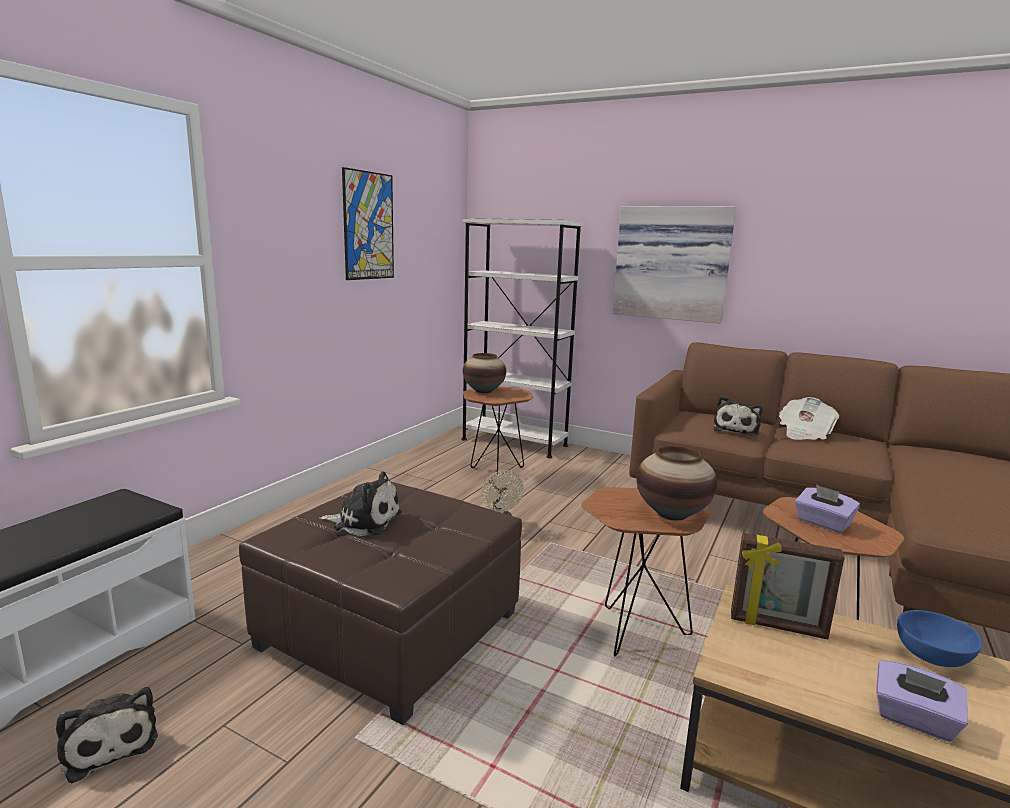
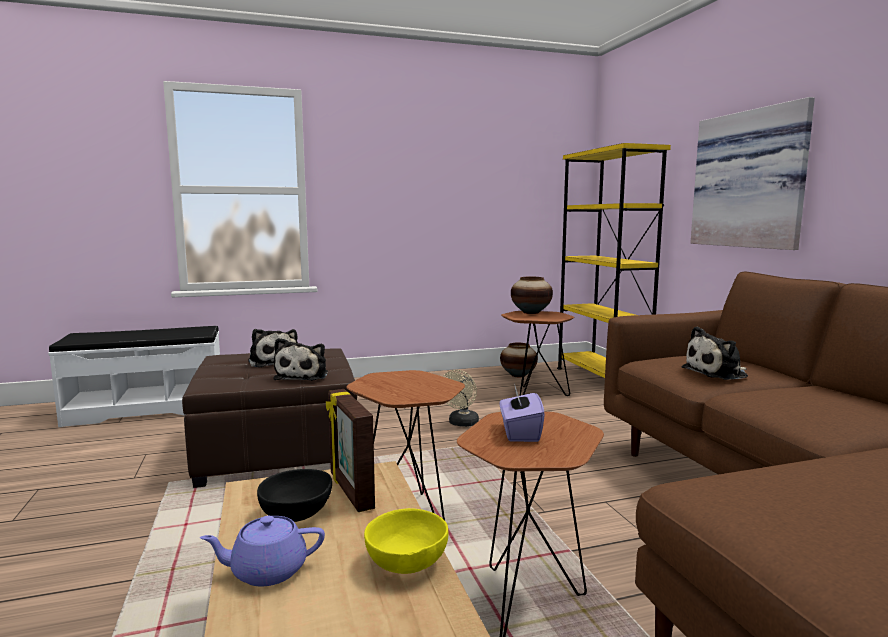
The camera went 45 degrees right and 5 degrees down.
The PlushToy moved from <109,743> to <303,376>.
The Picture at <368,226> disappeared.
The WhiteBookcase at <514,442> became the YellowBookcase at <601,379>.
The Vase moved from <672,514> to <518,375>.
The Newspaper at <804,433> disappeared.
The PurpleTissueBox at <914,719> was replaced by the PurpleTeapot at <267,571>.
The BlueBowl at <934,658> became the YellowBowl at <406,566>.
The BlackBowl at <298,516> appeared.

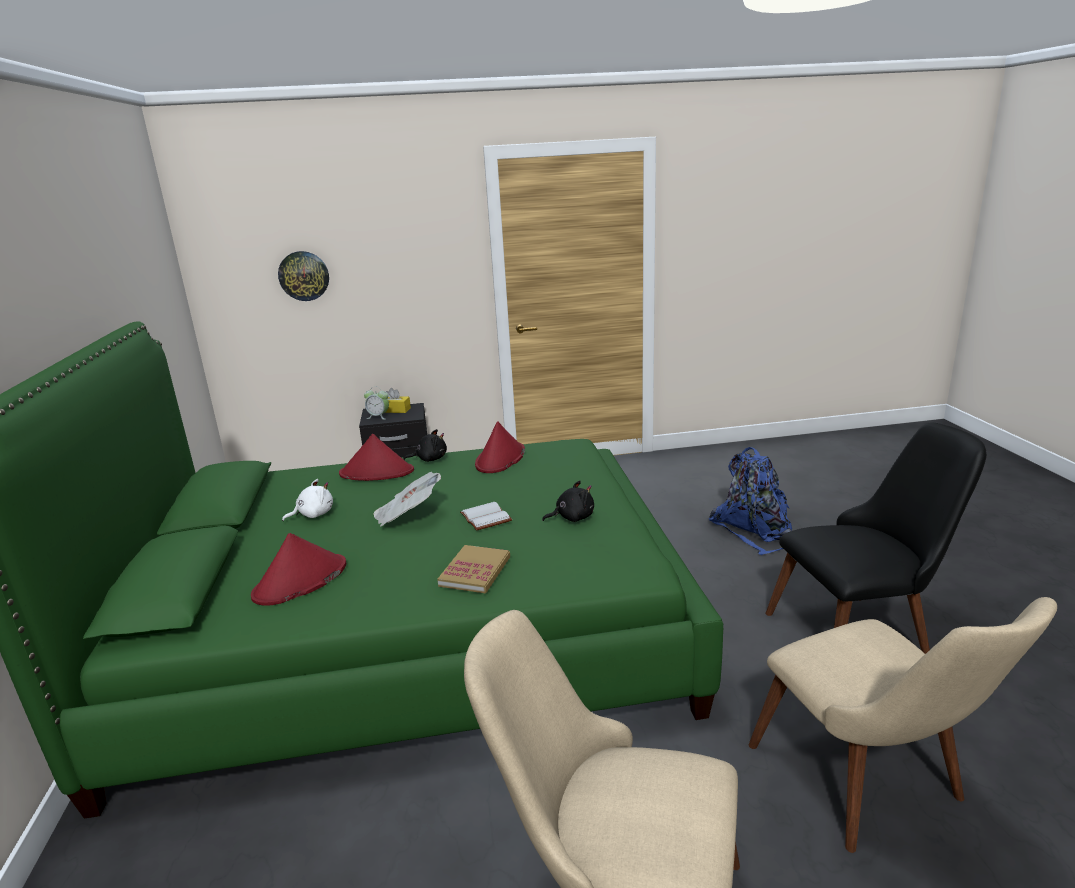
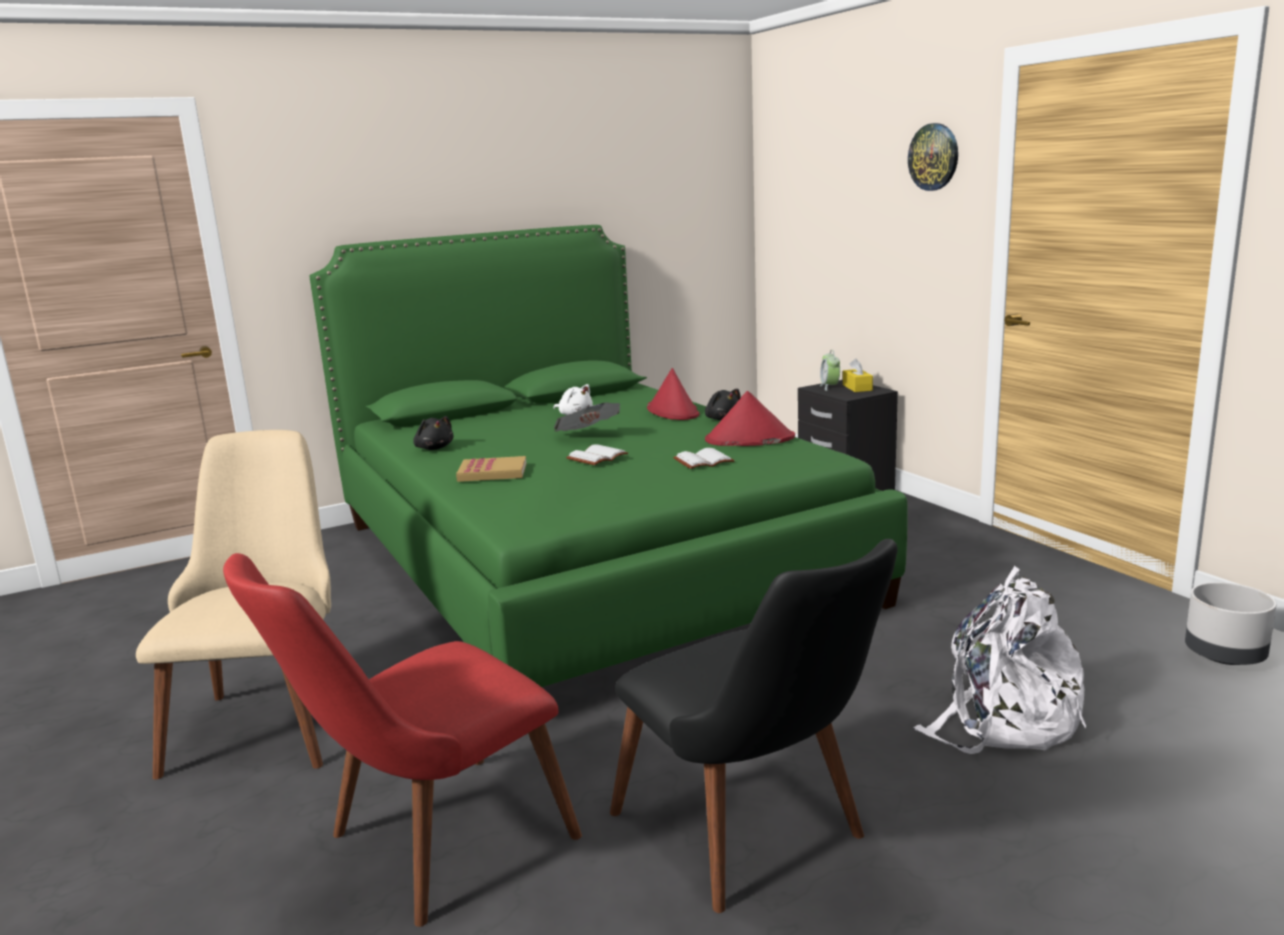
The camera went 70 degrees right and 5 degrees down.
The RedHat at <300,581> disappeared.
The WallClock moved from <304,276> to <934,157>.
The BlackPlushToy moved from <572,517> to <434,448>.
The BlueBackpack at <754,529> became the WhiteBackpack at <1003,719>.
The BeigeChair at <872,788> became the RedChair at <426,849>.
The WhiteBook at <703,461> appeared.
The GreyPlanter at <1225,657> appeared.

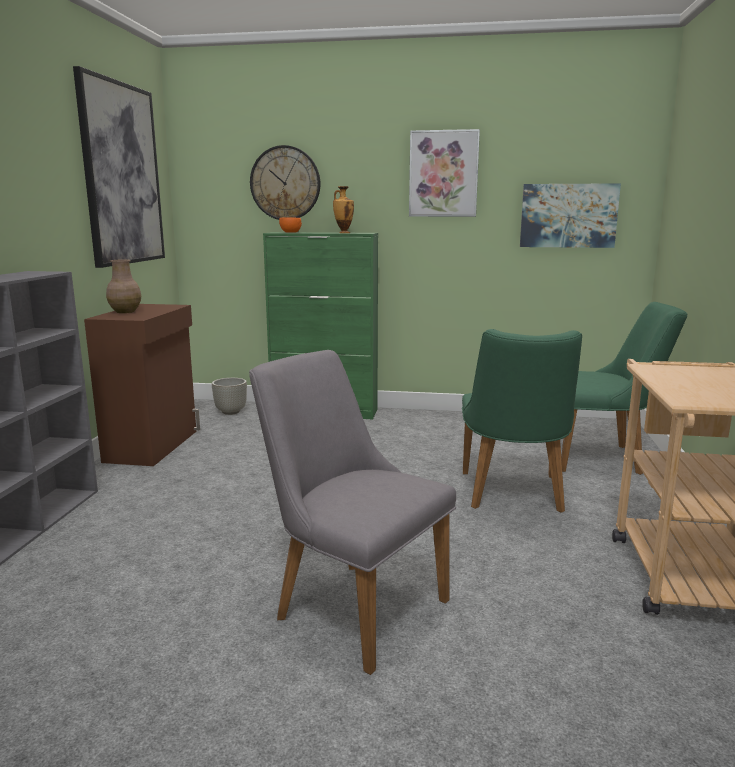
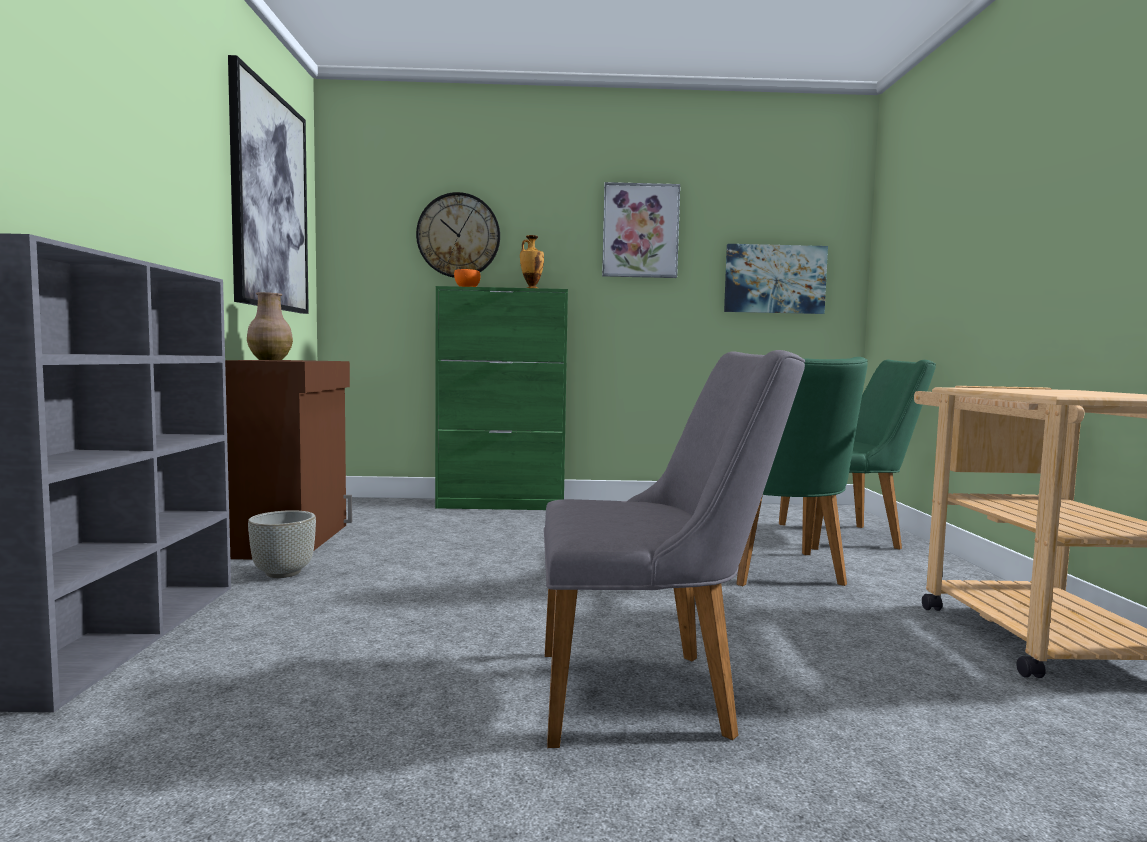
The camera went 10 degrees left and 10 degrees down.
The GreyPlanter moved from <231,412> to <284,573>.
The GreyChair at <349,604> turned 150 degrees clockwise.

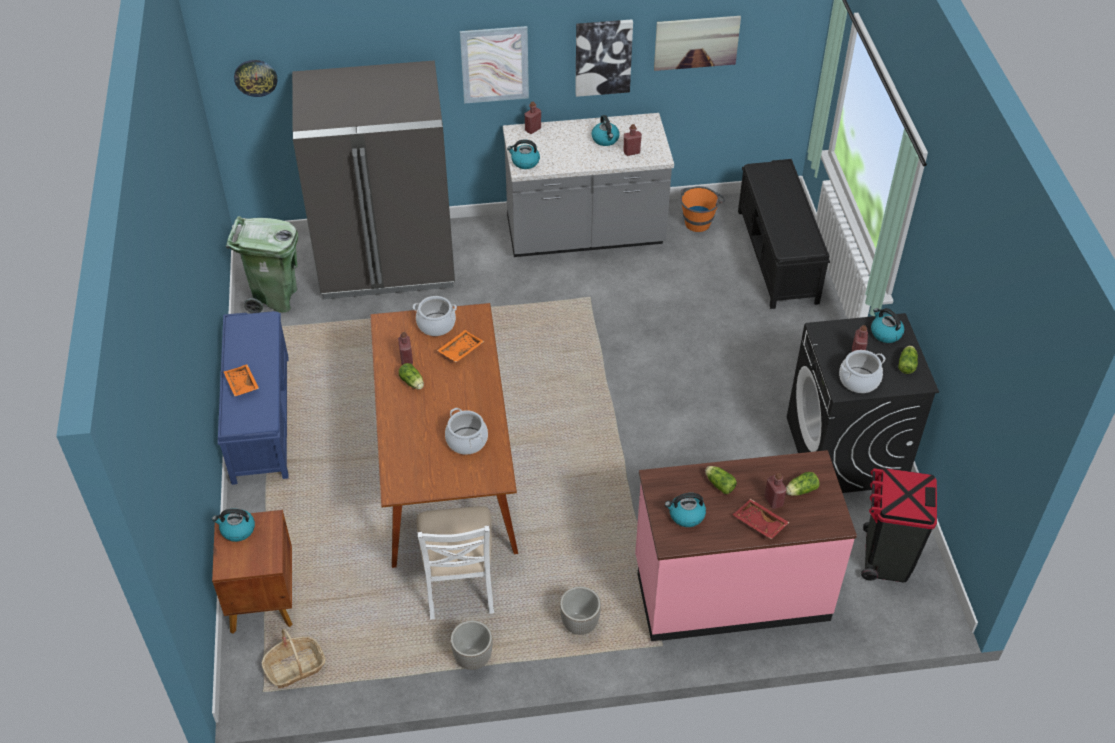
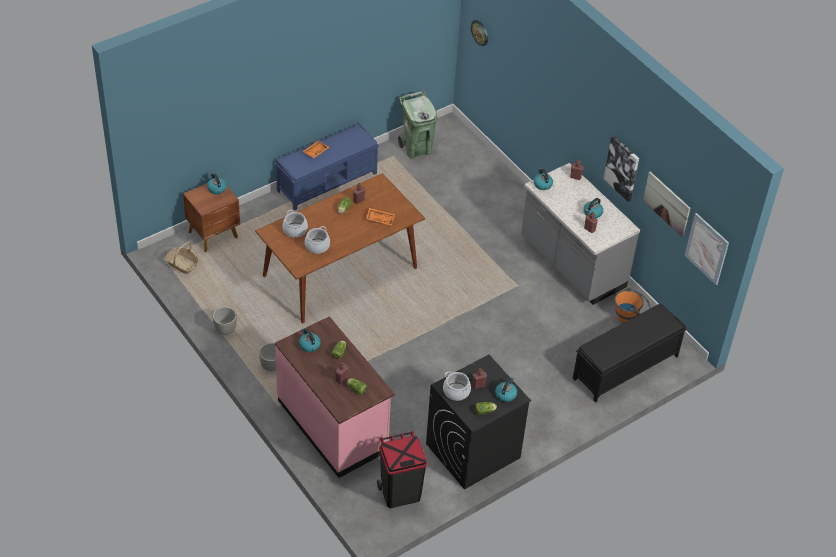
The camera went 60 degrees right and 0 degrees up.
The GreyFridge at <387,262> disappeared.
The CookingPot moved from <436,325> to <295,230>.
The WhiteChair at <459,583> disappeared.
The Picture moved from <495,64> to <706,248>.
The RedTray at <759,523> disappeared.

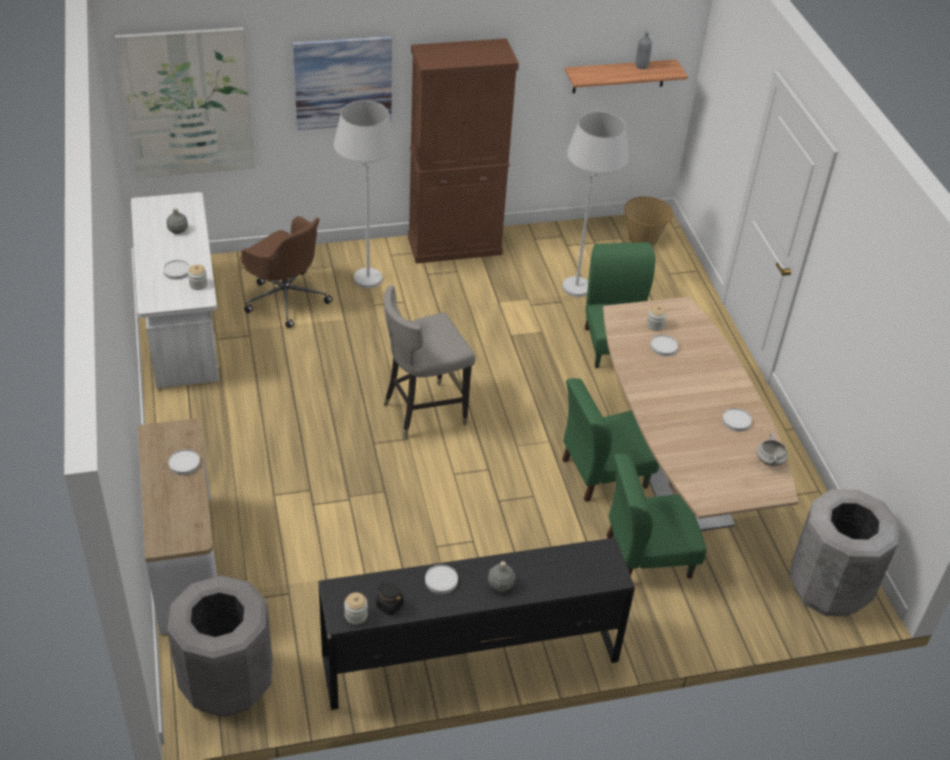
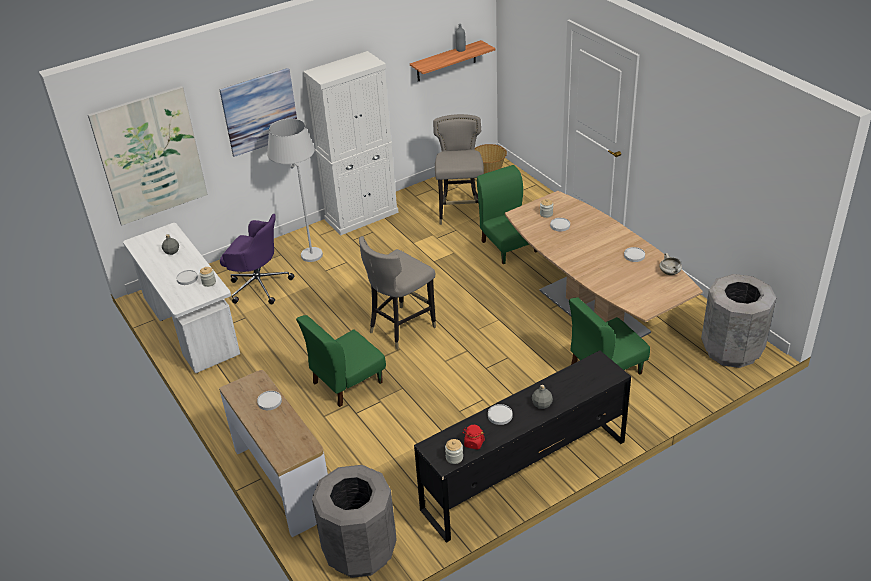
The camera went 15 degrees left and 5 degrees down.
The BrownOfficeChair at <285,298> became the PurpleOfficeChair at <258,285>.
The BlackJar at <389,605> became the RedJar at <473,443>.
The BrownCabinet at <455,245> became the WhiteCabinet at <362,216>.
The GreenChair moved from <603,473> to <346,382>.
The WhiteFloorLamp at <580,278> was replaced by the GreyStool at <461,211>.

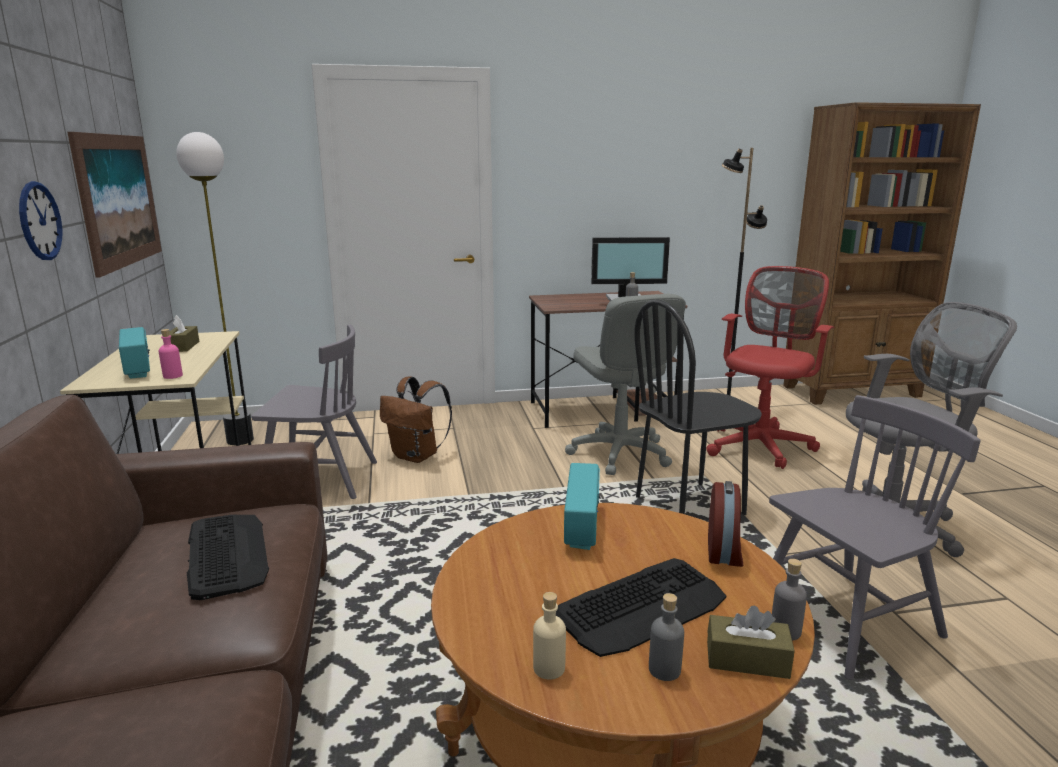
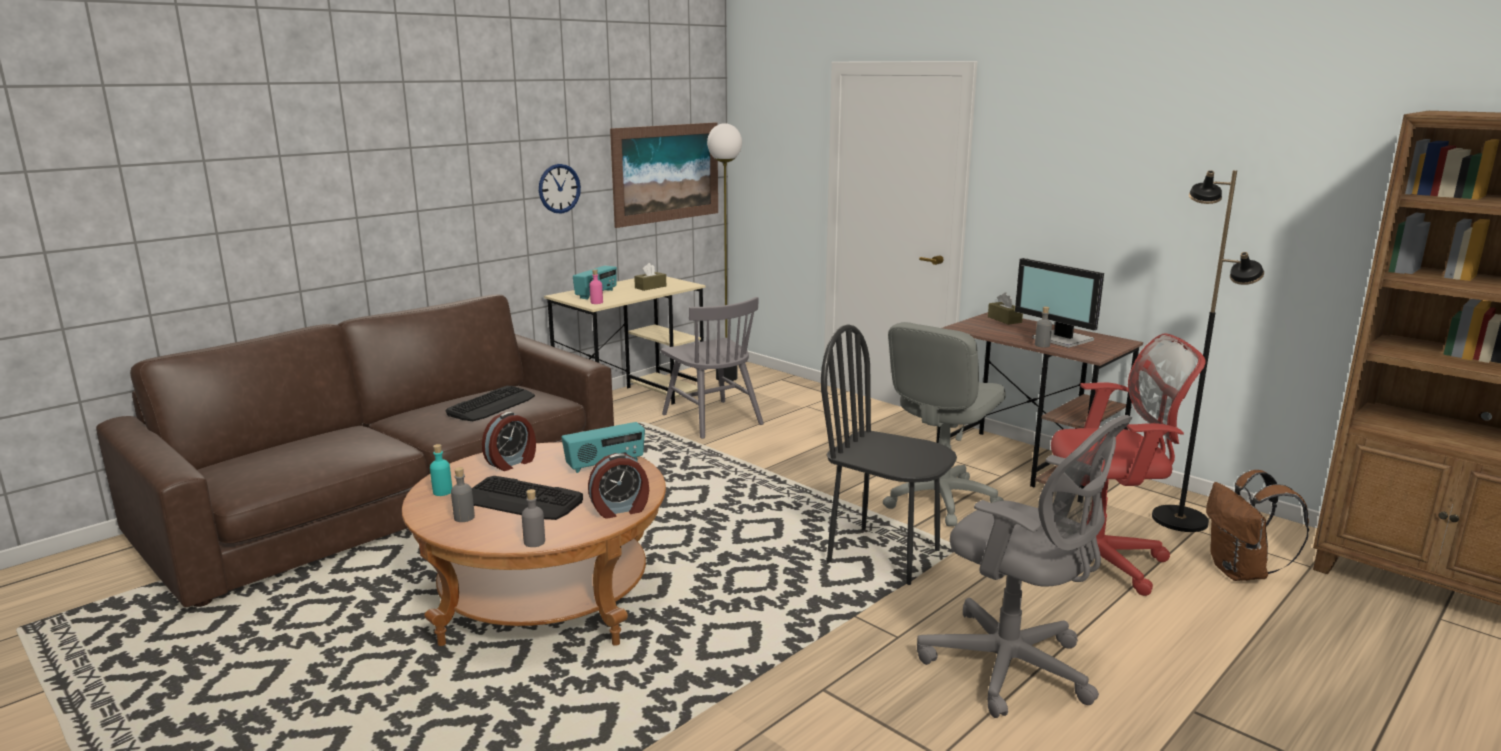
The camera went 55 degrees right and 0 degrees up.
The BrownBackpack moved from <417,456> to <1241,573>.
The BeigeBottle at <549,668> became the TurquoiseBottle at <442,492>.
The BrownTissueBox moved from <747,659> to <1004,319>.
The GreyChair at <846,621> disappeared.
The AlarmClock at <512,463> appeared.

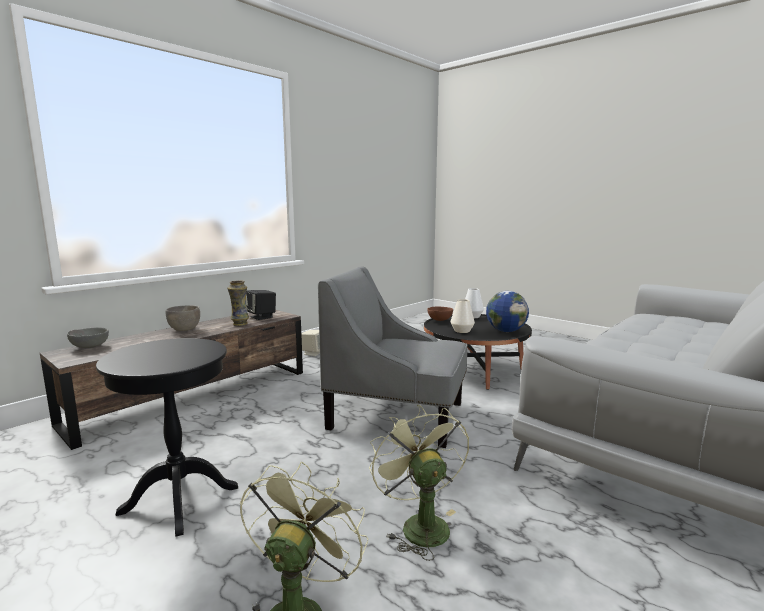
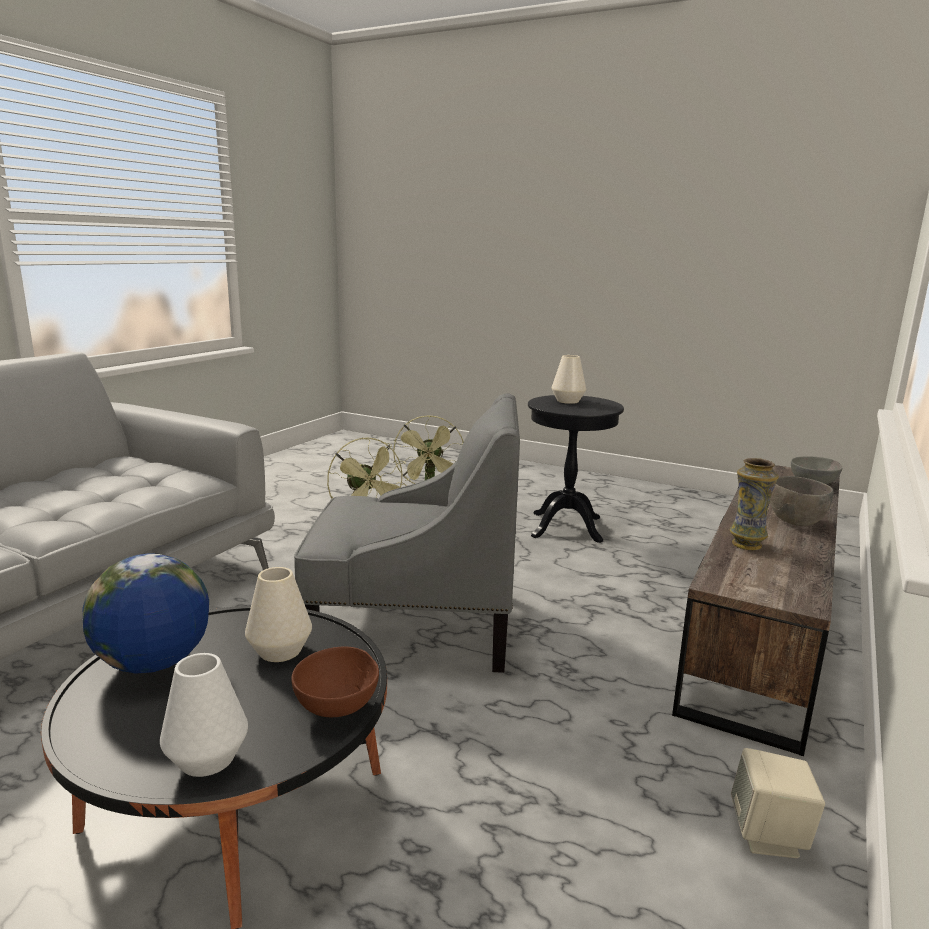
The camera went 165 degrees right and 5 degrees up.
The BlackSpeaker at <262,317> disappeared.
The WhiteVase at <568,401> appeared.

